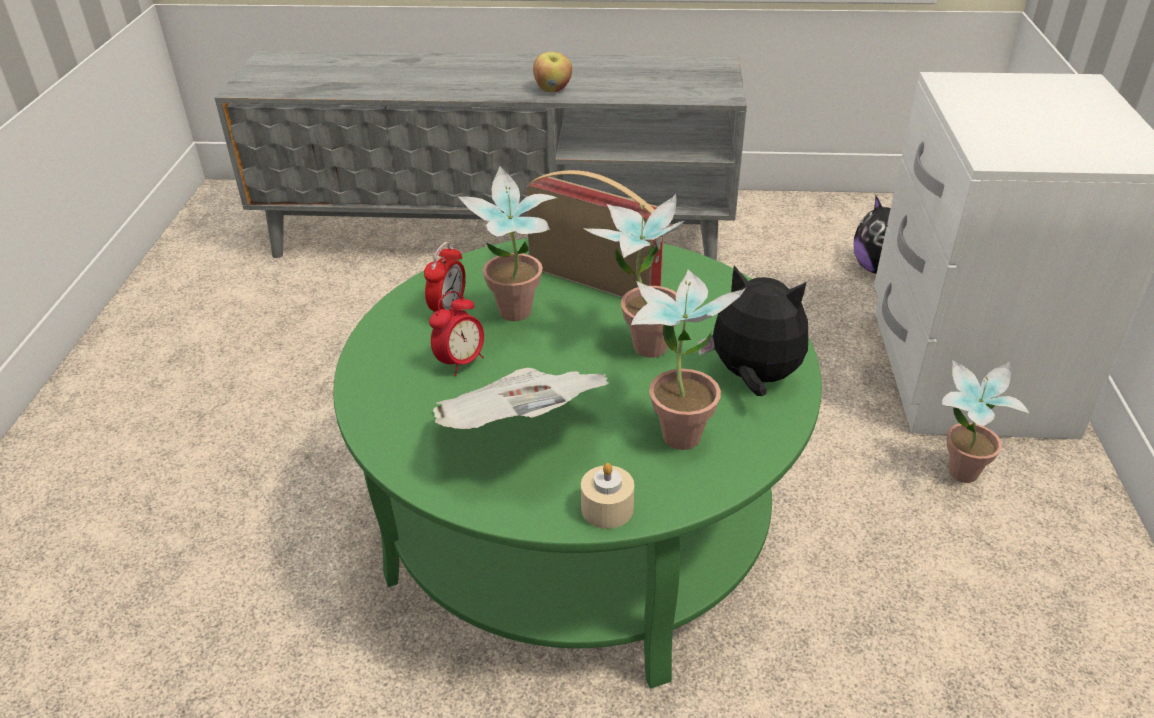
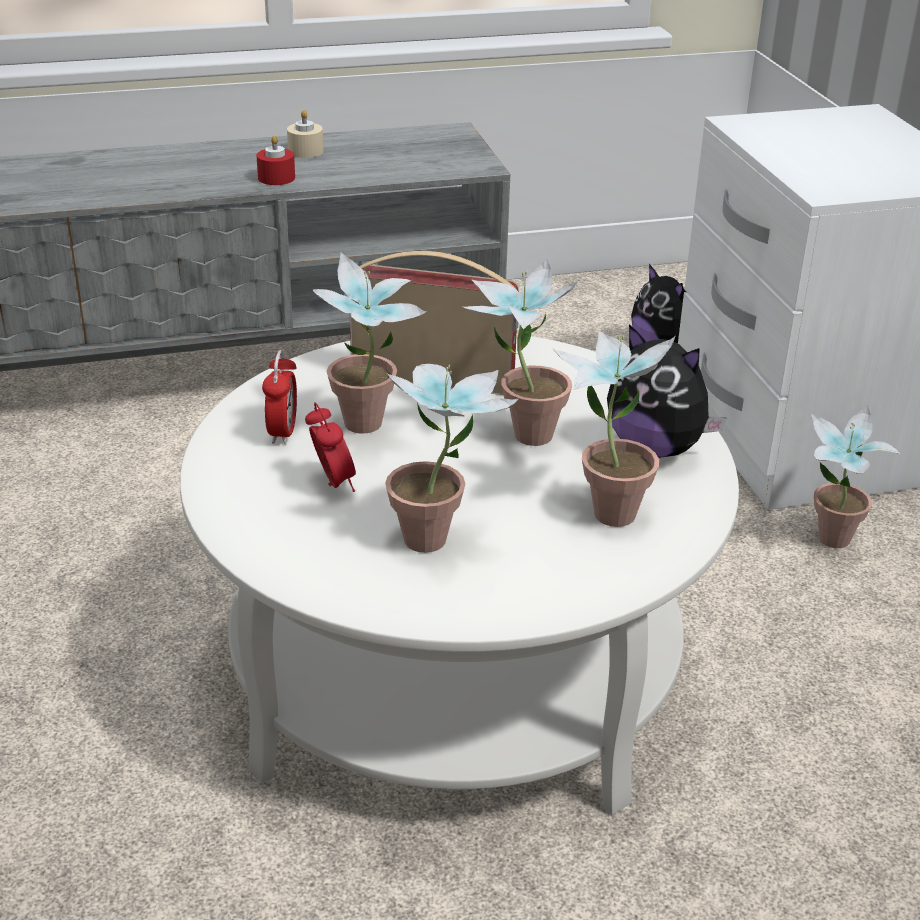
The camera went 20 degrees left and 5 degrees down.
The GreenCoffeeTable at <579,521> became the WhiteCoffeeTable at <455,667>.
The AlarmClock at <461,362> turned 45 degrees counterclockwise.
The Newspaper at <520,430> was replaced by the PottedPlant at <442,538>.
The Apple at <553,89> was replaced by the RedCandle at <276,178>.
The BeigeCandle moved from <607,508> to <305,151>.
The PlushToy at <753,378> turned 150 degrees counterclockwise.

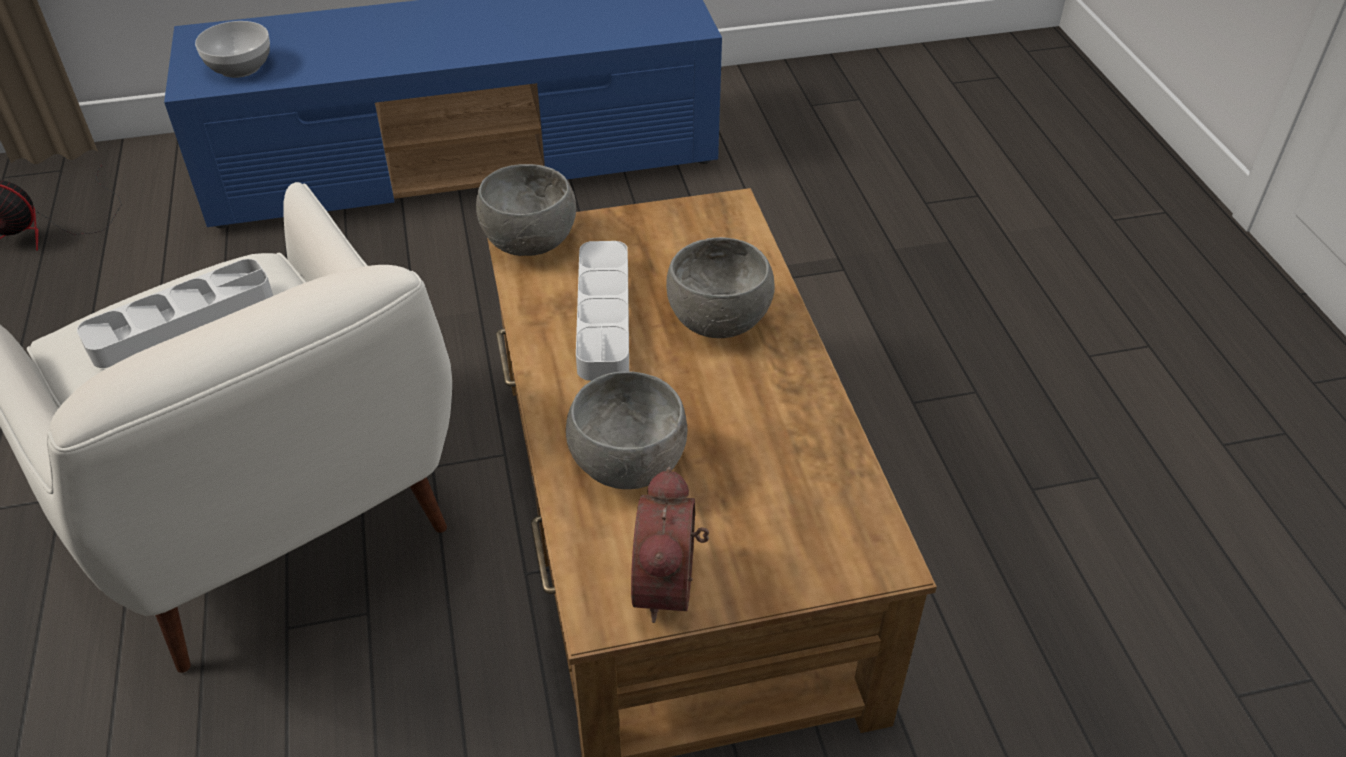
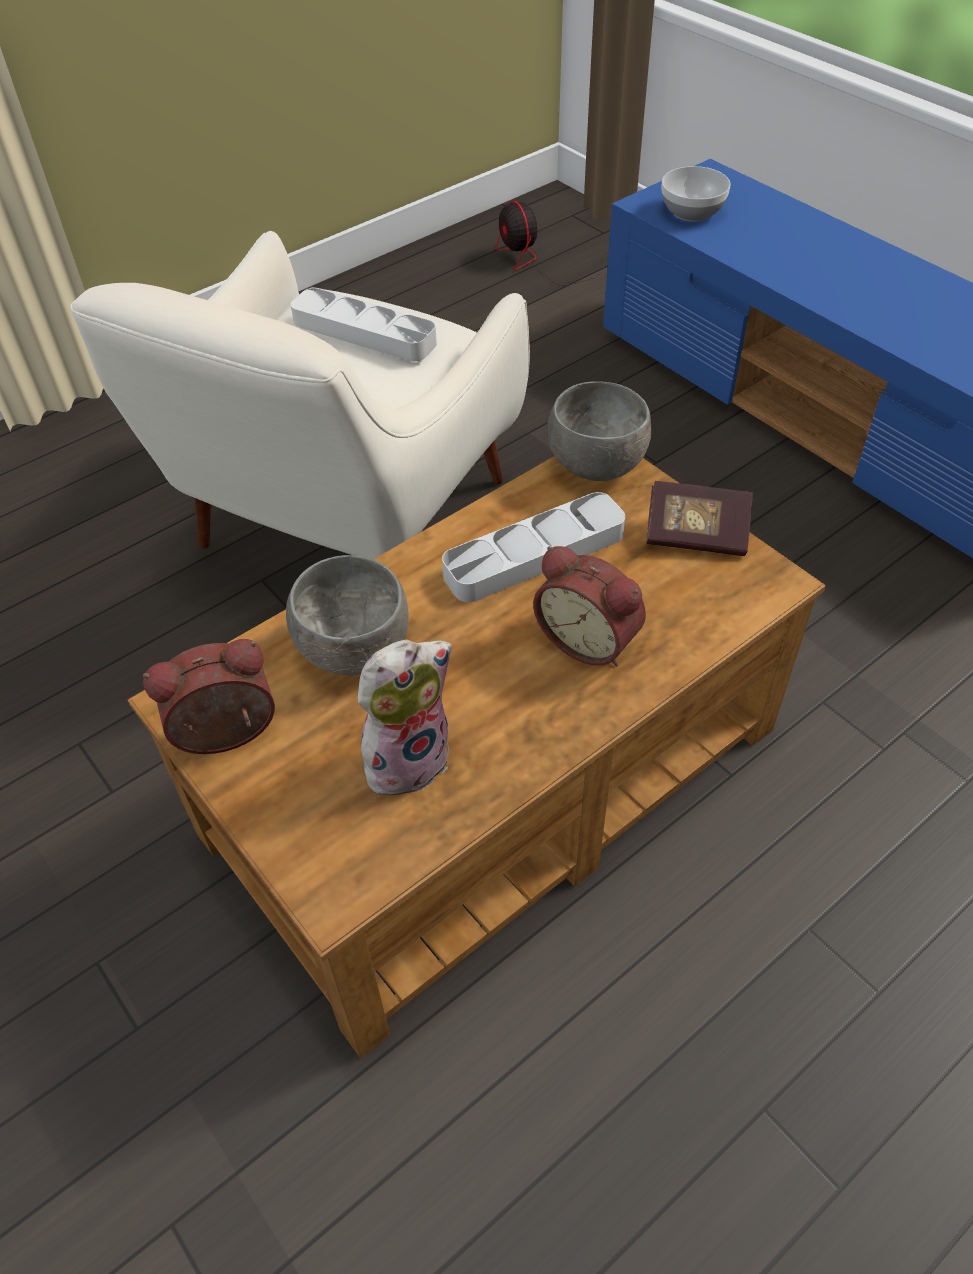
The camera went 65 degrees right and 5 degrees up.
The GreyBowl at <719,320> was replaced by the AlarmClock at <589,639>.
The PlushToy at <407,758> appeared.
The Book at <696,535> appeared.

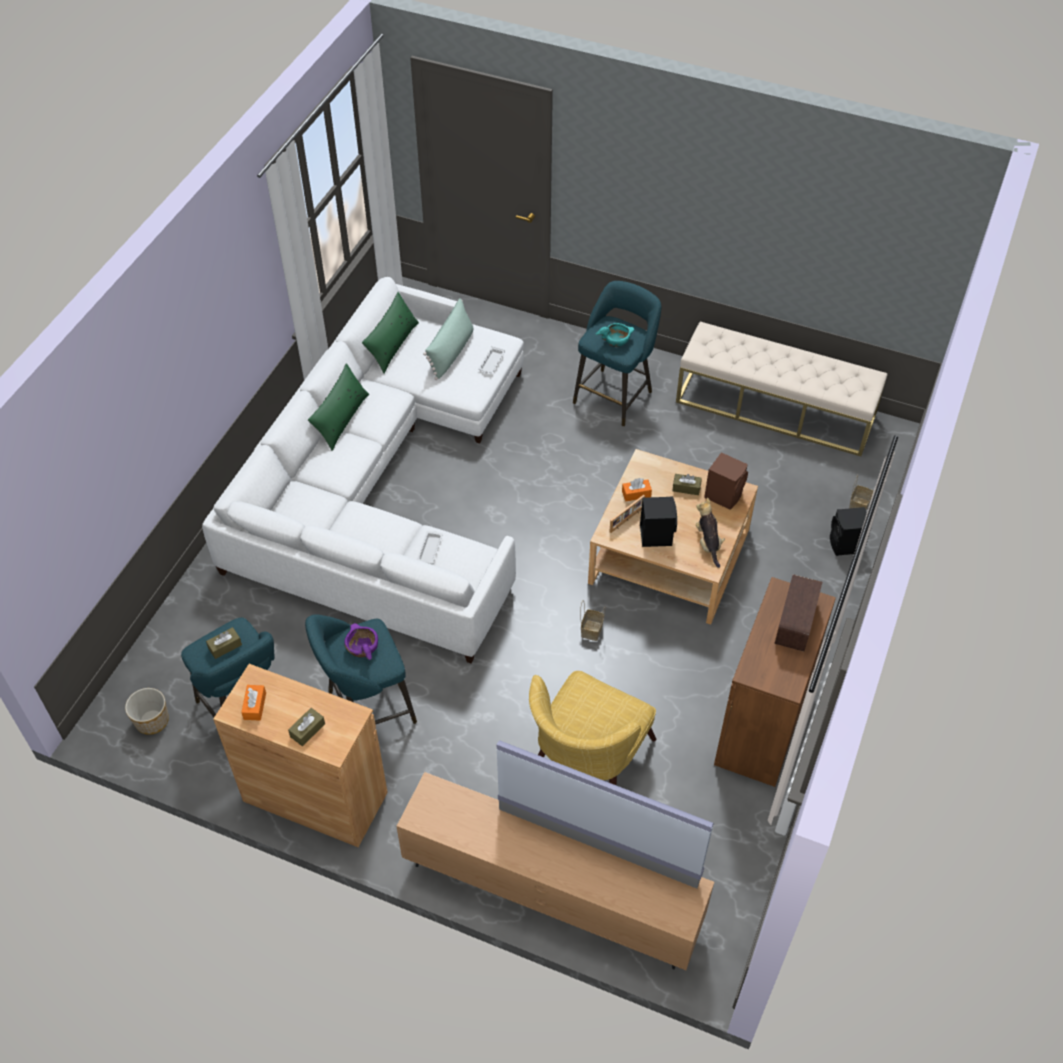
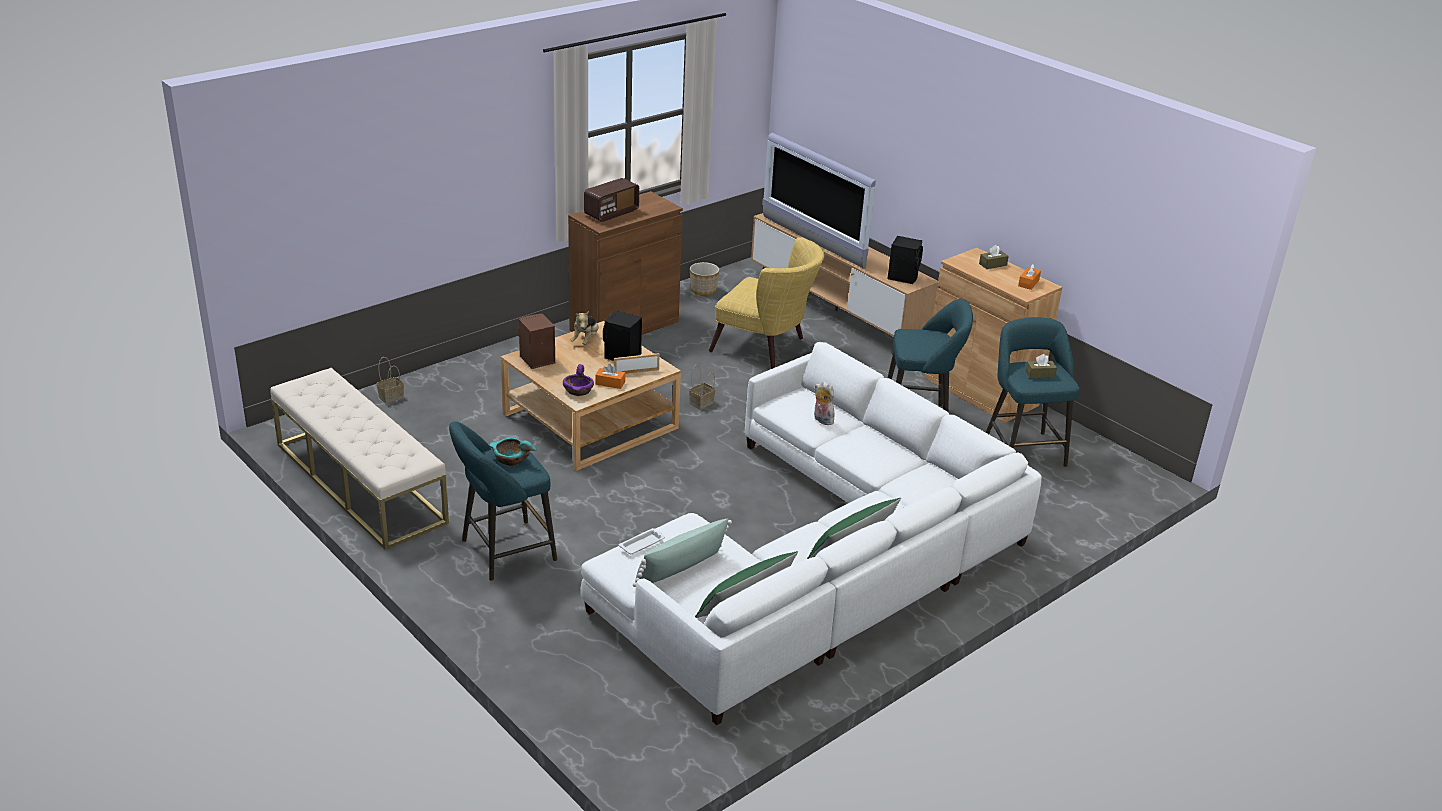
The camera went 155 degrees left and 20 degrees down.
The Planter moved from <152,720> to <703,290>.
The PurpleBowl moved from <362,647> to <578,391>.
The WhiteTray at <430,549> was replaced by the PlushToy at <821,420>.
The YellowArmchair at <587,762> turned 60 degrees clockwise.
The BrownTissueBox at <686,488> disappeared.
The BlackSpeaker moved from <846,545> to <903,276>.

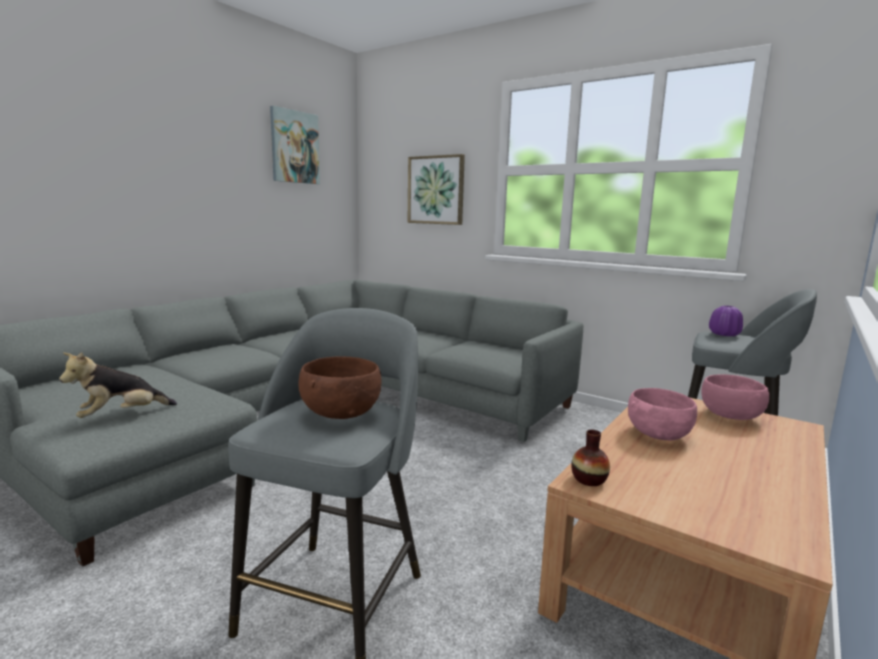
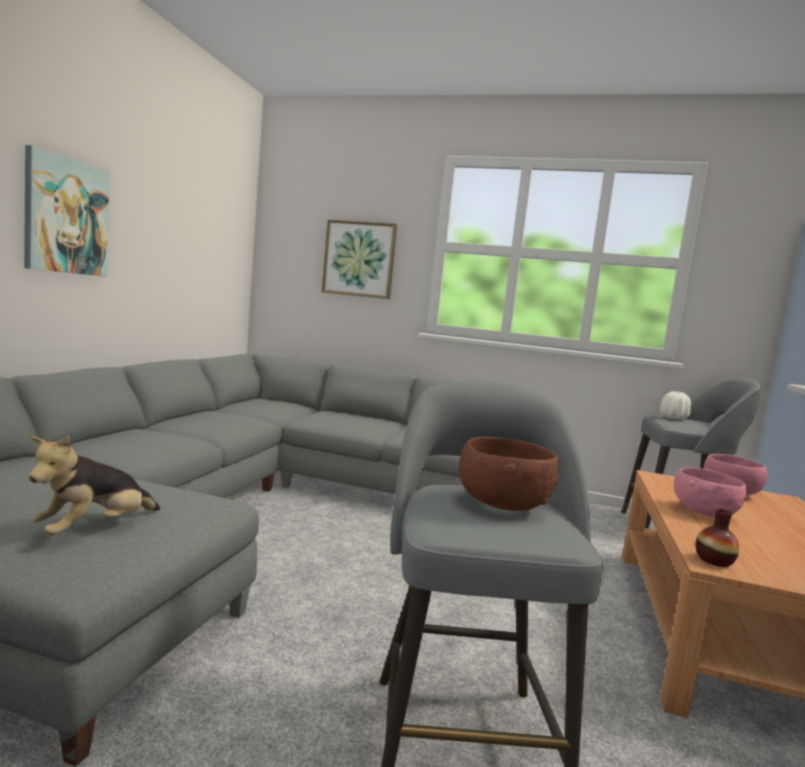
The camera went 20 degrees left and 5 degrees down.
The Picture moved from <294,147> to <66,216>.
The PurpleVase at <724,334> became the WhiteVase at <673,418>.

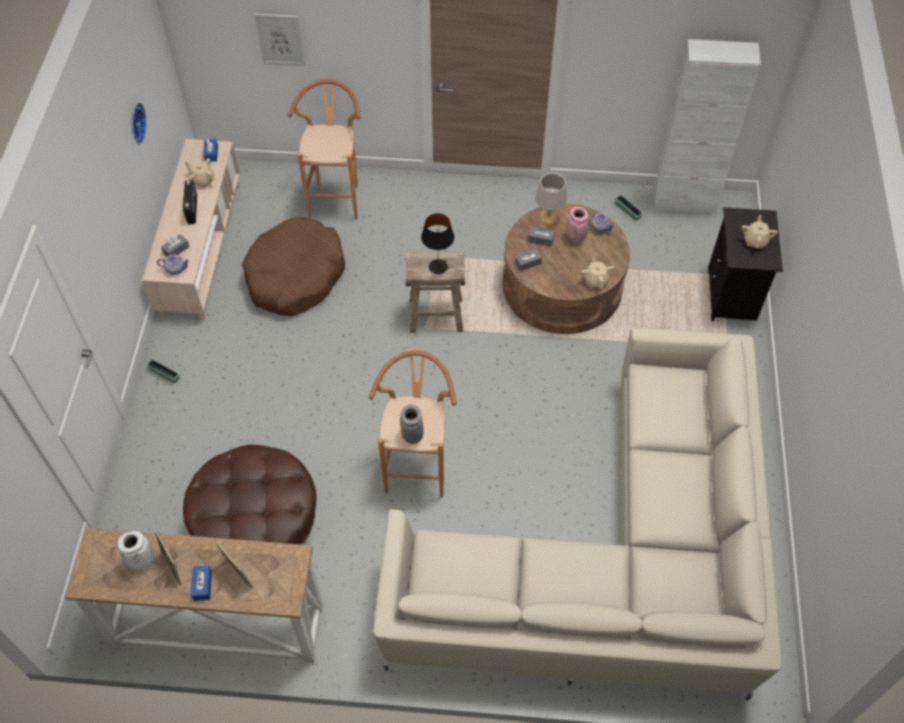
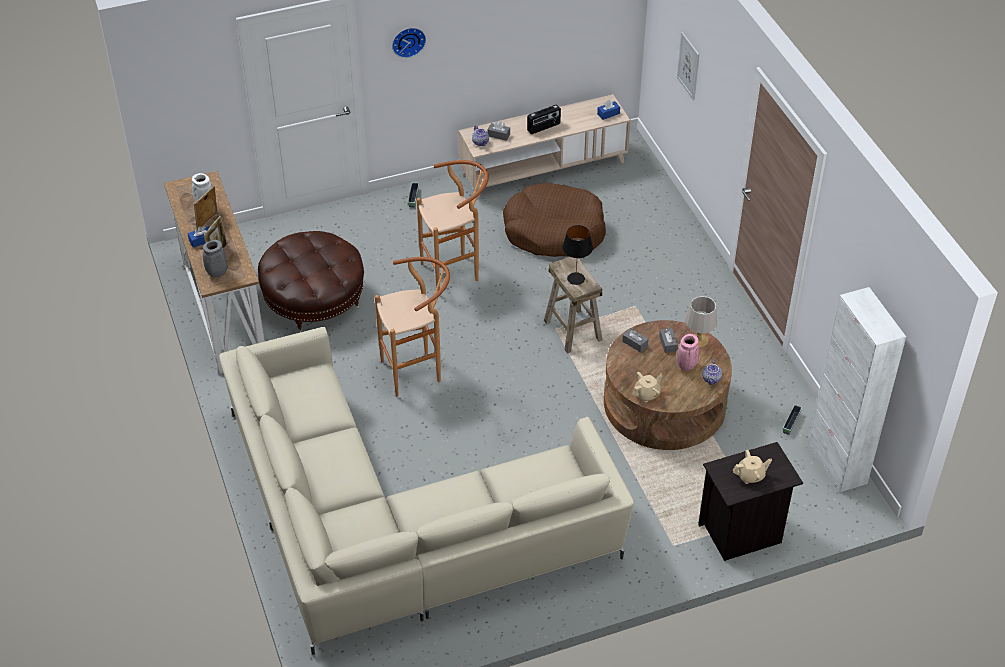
The camera went 65 degrees right and 10 degrees down.
The WallClock moved from <135,123> to <408,41>.
The BeigeTeapot at <202,180> disappeared.
The BrownStool moved from <336,197> to <455,272>.
The GreyVase moved from <413,437> to <217,273>.

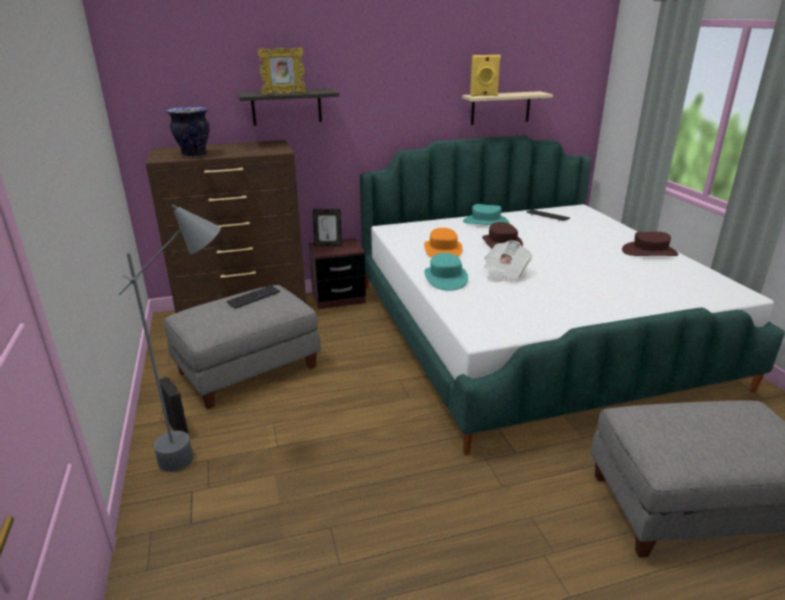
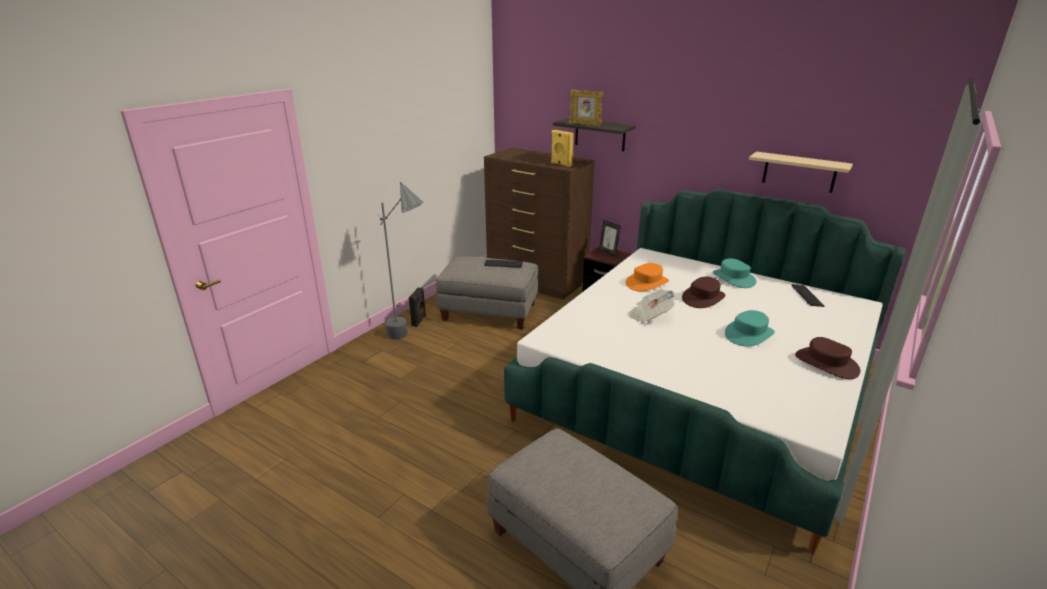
The camera went 50 degrees right and 0 degrees up.
The Vase at <194,155> disappeared.
The TurquoiseHat moved from <445,278> to <748,334>.
The YellowSpeaker moved from <484,95> to <561,164>.

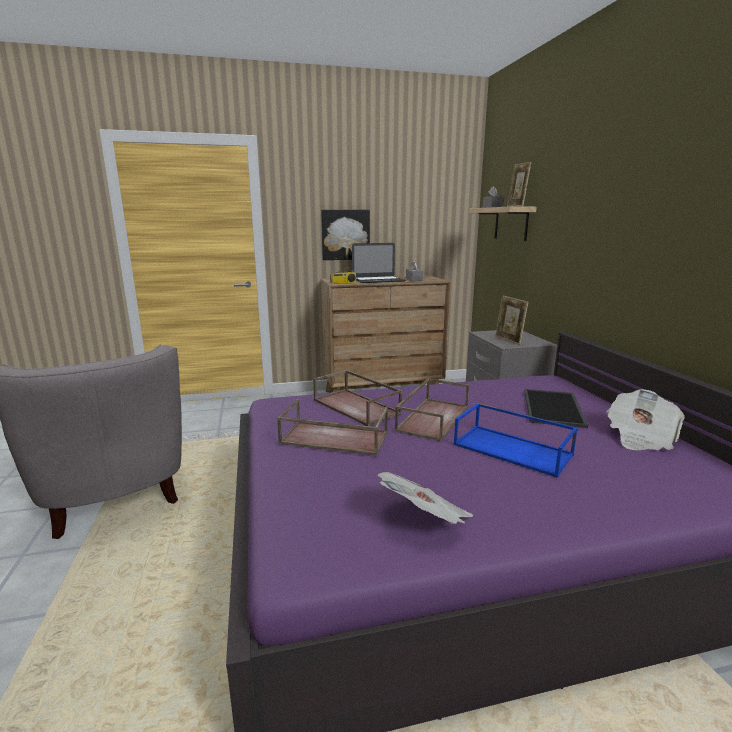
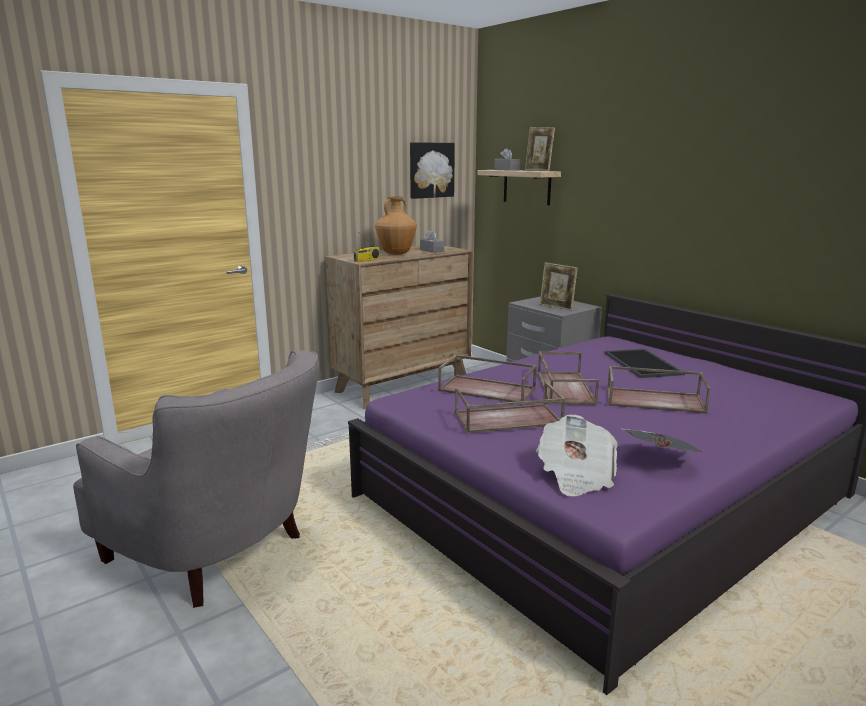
The camera went 25 degrees left and 0 degrees up.
The Picture moved from <345,235> to <430,170>.
The Laptop at <378,280> was replaced by the BrownVase at <396,254>.
The BlueTray at <513,449> became the BrownTray at <655,400>.
The Newspaper moved from <640,437> to <575,475>.

